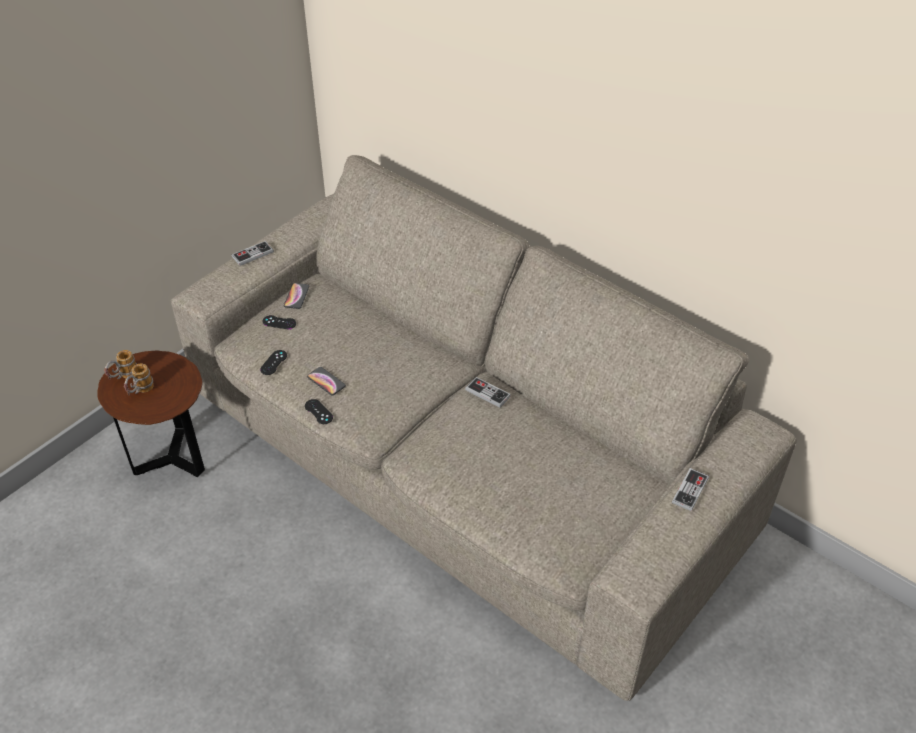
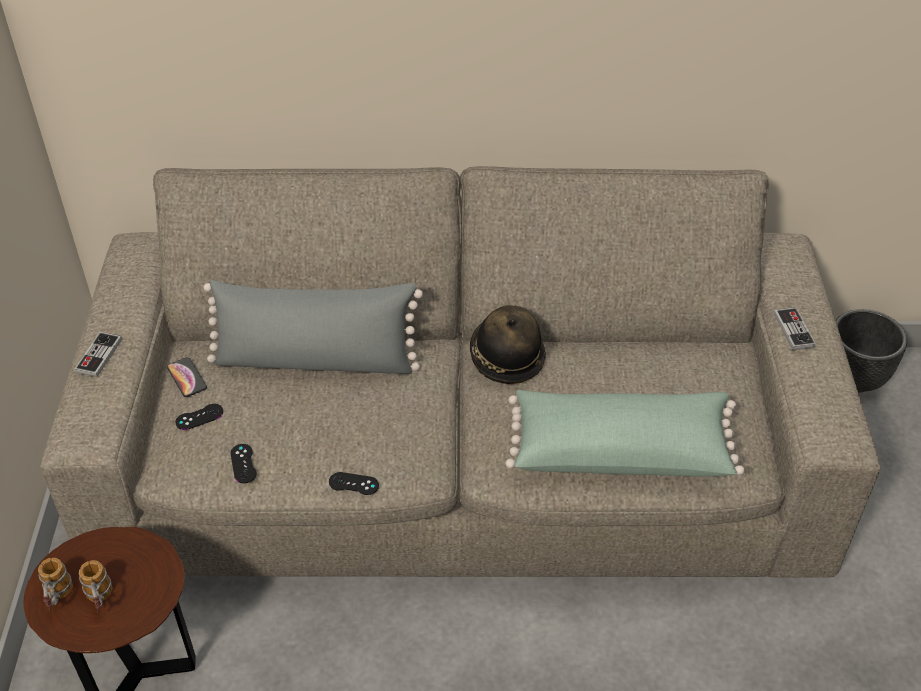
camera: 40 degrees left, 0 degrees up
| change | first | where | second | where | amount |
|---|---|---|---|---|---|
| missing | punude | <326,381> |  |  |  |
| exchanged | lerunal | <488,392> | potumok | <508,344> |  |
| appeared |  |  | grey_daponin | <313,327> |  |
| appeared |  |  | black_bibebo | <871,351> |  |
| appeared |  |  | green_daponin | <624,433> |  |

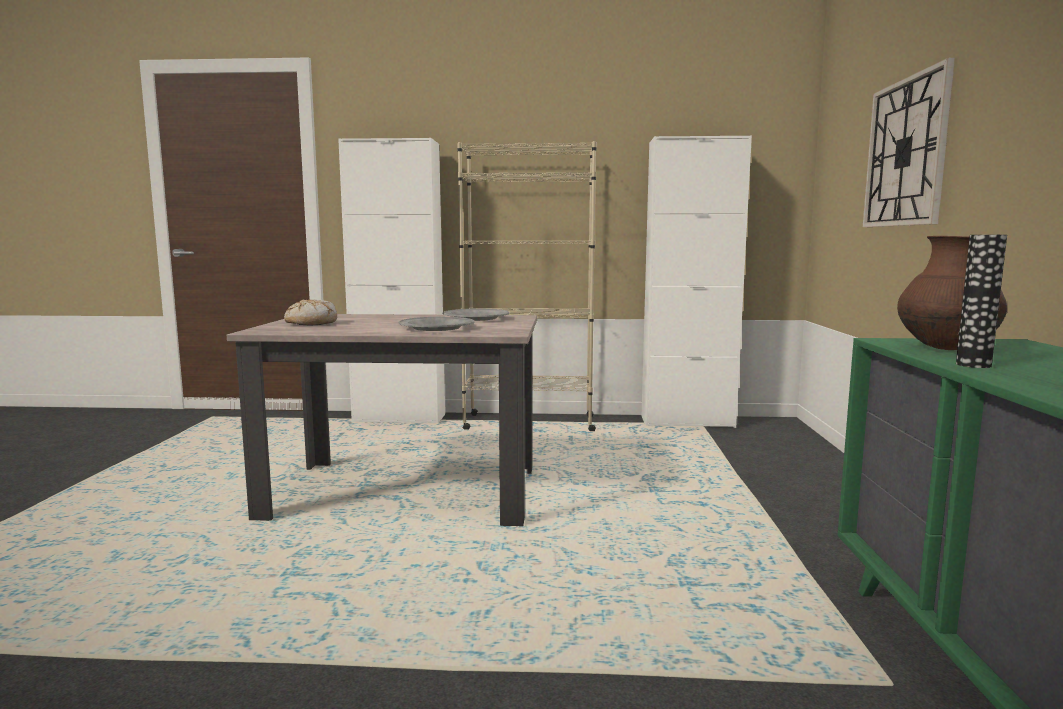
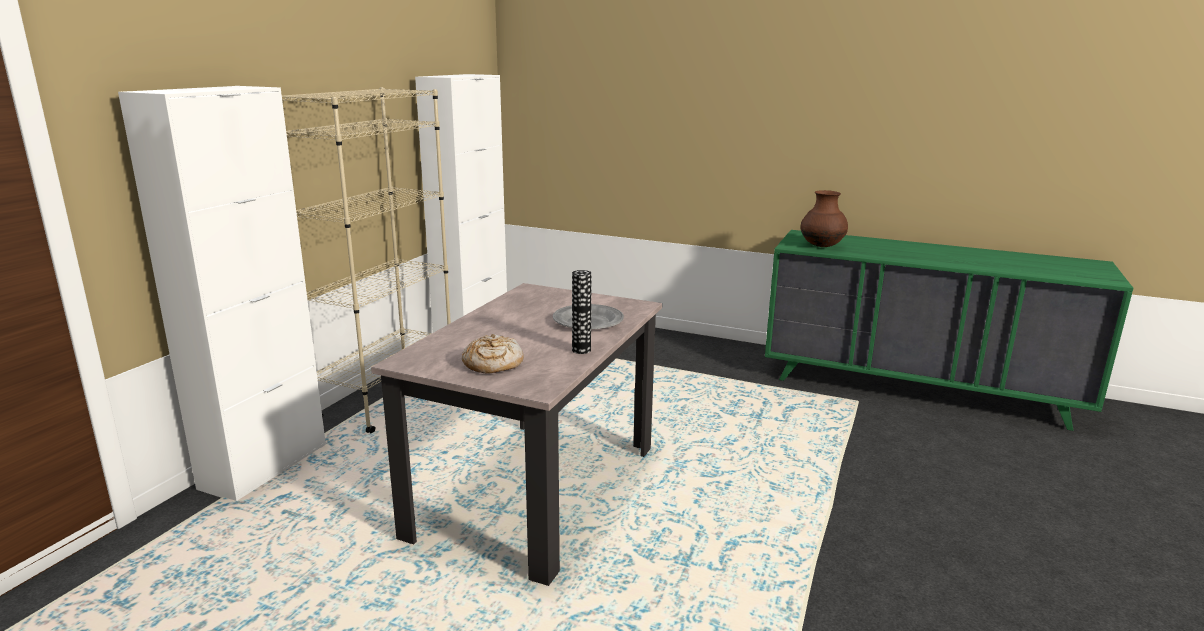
camera: 70 degrees left, 10 degrees up
| change | first | where | second | where | amount |
|---|---|---|---|---|---|
| missing | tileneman | <909,142> |  |  |  |
| relocated | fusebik | <981,301> |  | <582,312> |  |
| missing | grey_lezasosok | <476,315> |  |  |  |

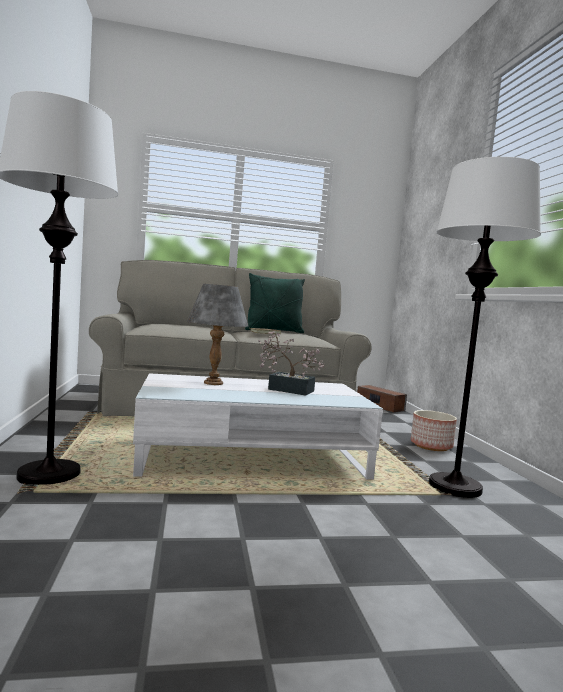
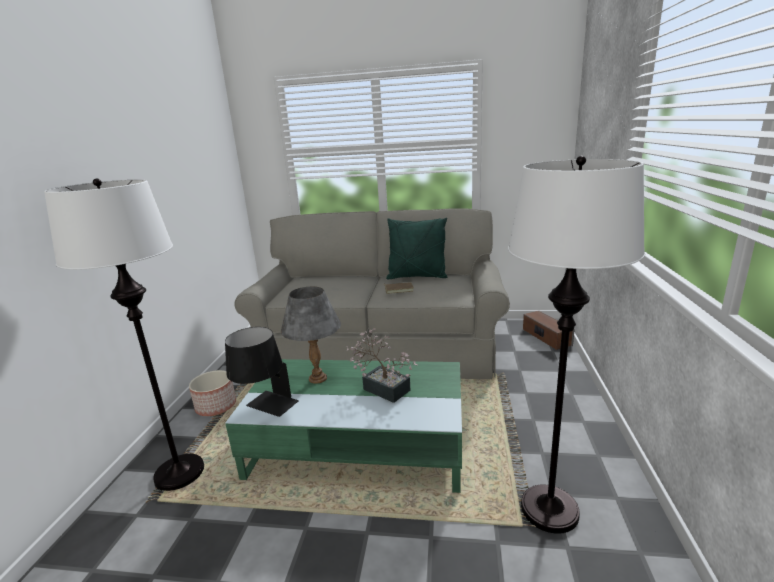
camera: 20 degrees right, 15 degrees up
| change | first | where | second | where | amount |
|---|---|---|---|---|---|
| colour | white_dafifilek | <258,426> | green_dafifilek | <343,426> |  |
| relocated | bibebo | <434,430> |  | <212,393> |  |
| appeared |  |  | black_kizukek | <262,372> |  |

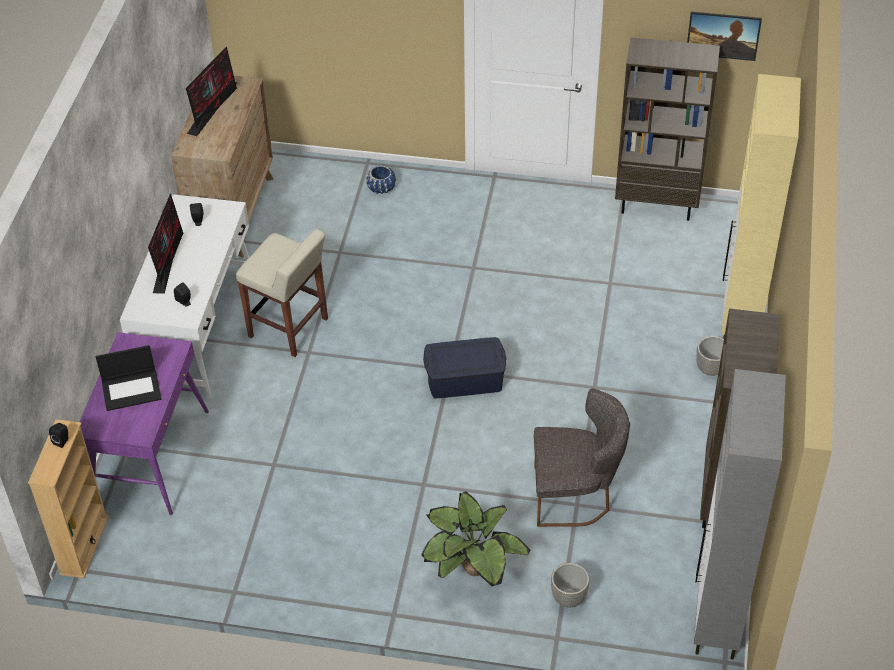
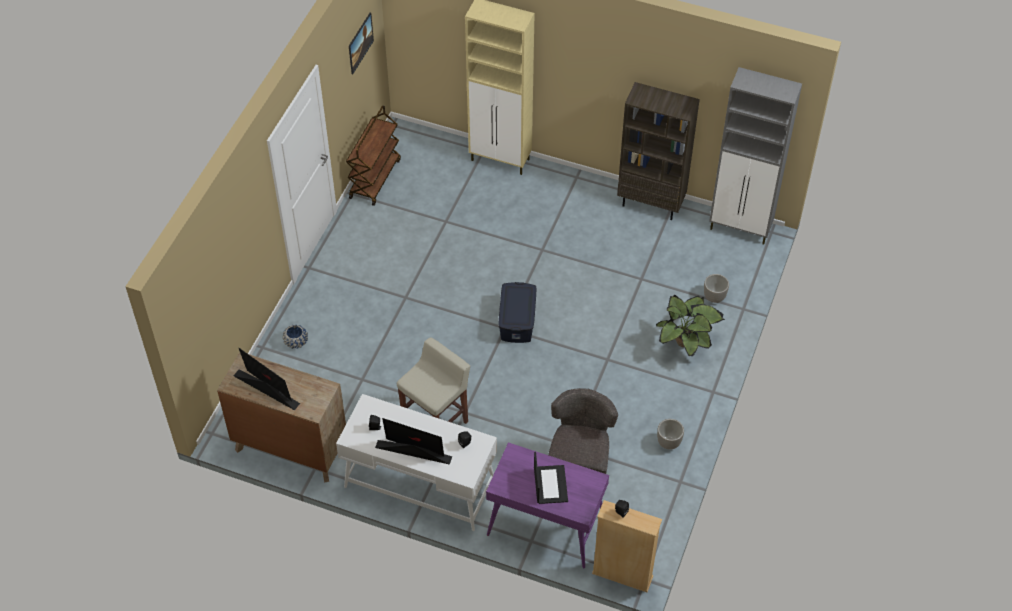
camera: 80 degrees left, 5 degrees up
| change | first | where | second | where | amount |
|---|---|---|---|---|---|
| exchanged | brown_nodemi | <667,129> | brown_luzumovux | <373,156> |  |
| relocated | bibebo | <710,356> |  | <670,434> |  |
| relocated | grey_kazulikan | <582,457> |  | <583,431> |  |

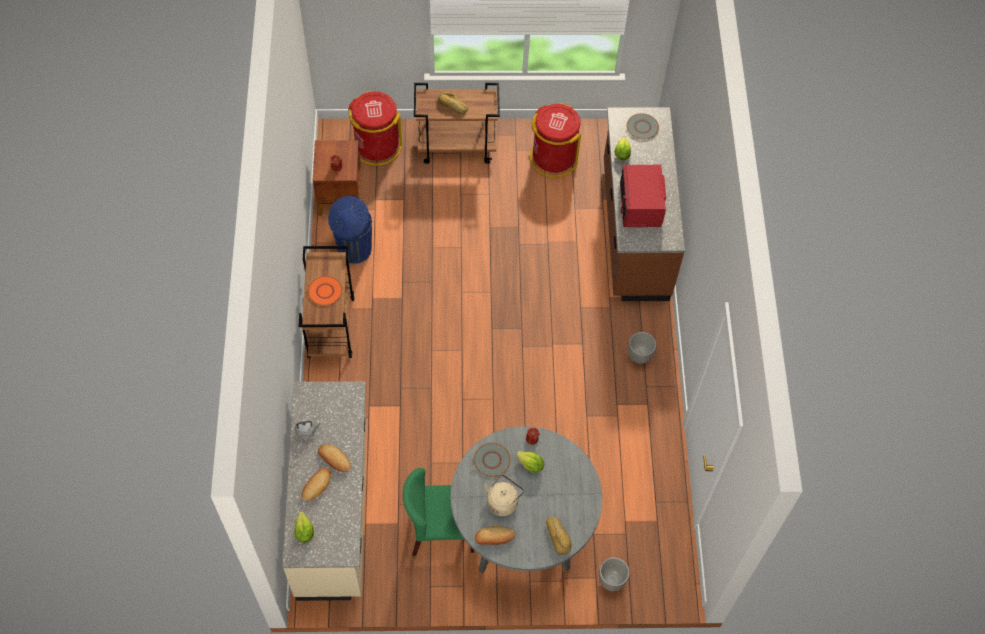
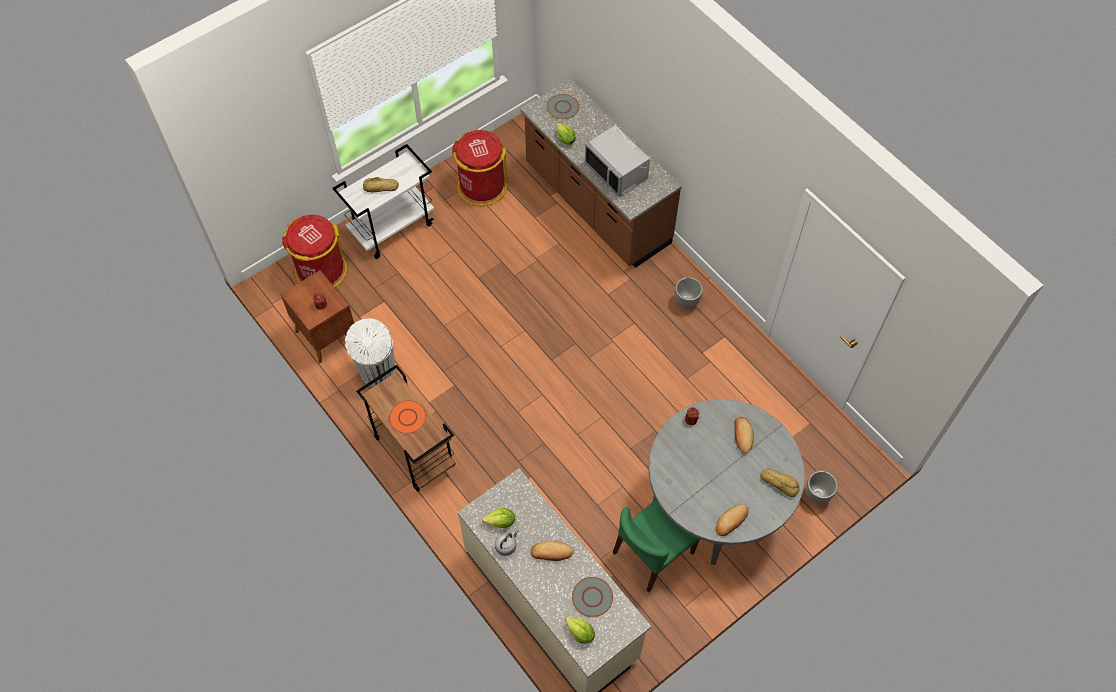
camera: 35 degrees left, 0 degrees up
| change | first | where | second | where | amount |
|---|---|---|---|---|---|
| colour | brown_luzumovux | <457,123> | white_luzumovux | <383,201> |  |
| colour | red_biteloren | <643,196> | grey_biteloren | <617,161> |  |
| colour | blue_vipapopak | <350,230> | white_vipapopak | <370,352> |  |
| relocated | grey_lezasosok | <492,460> |  | <592,597> |  |
| relocated | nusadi | <530,461> |  | <498,518> |  |
| relocated | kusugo | <316,484> |  | <744,435> |  |
| missing | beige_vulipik | <504,495> |  |  |  |

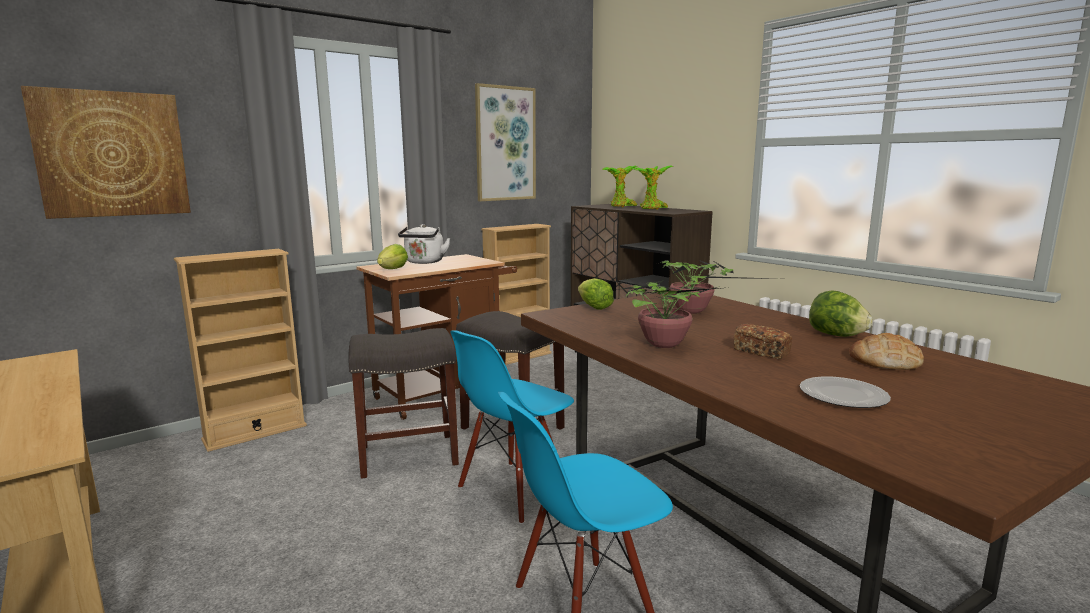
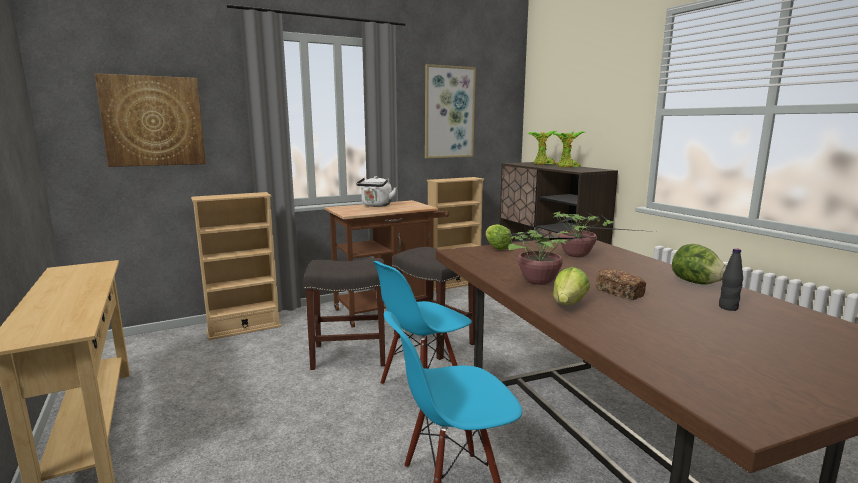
camera: 10 degrees right, 0 degrees up
| change | first | where | second | where | amount |
|---|---|---|---|---|---|
| relocated | nusadi | <392,256> |  | <571,286> |  |
| exchanged | kusugo | <886,351> | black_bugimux | <731,279> |  |
| missing | lezasosok | <845,392> |  |  |  |

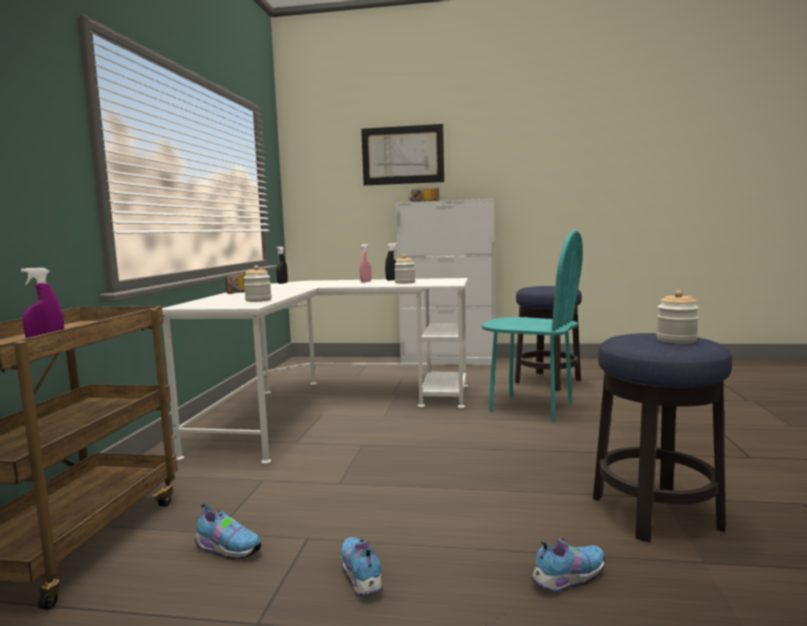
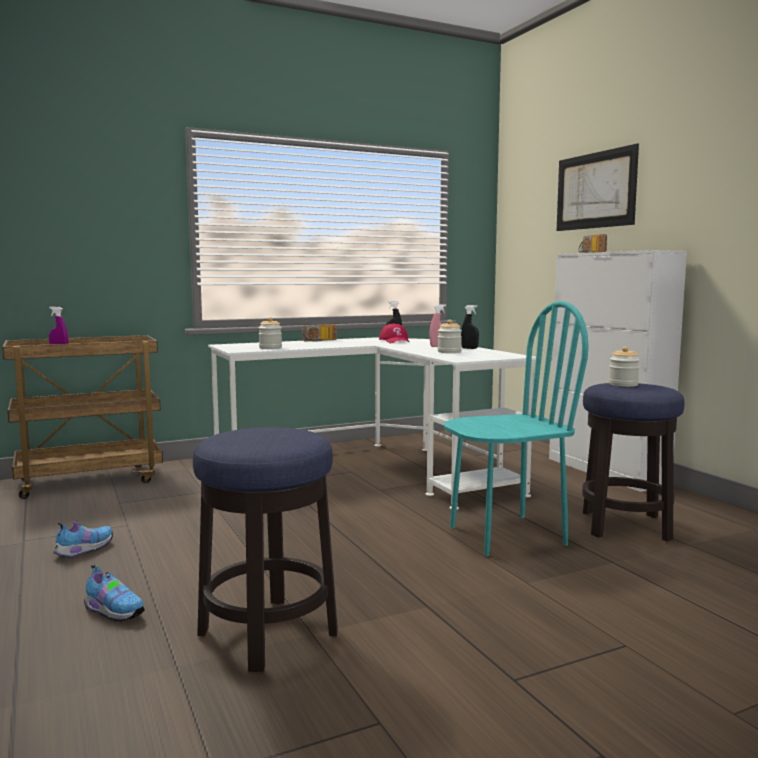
camera: 55 degrees right, 0 degrees up
| change | first | where | second | where | amount |
|---|---|---|---|---|---|
| spun | turquoise_kazulikan | <532,326> |  | <516,428> | 105 degrees counterclockwise |
| relocated | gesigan | <678,316> |  | <624,366> |  |
| missing | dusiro | <228,531> |  |  |  |
| appeared |  |  | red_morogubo | <394,333> |  |

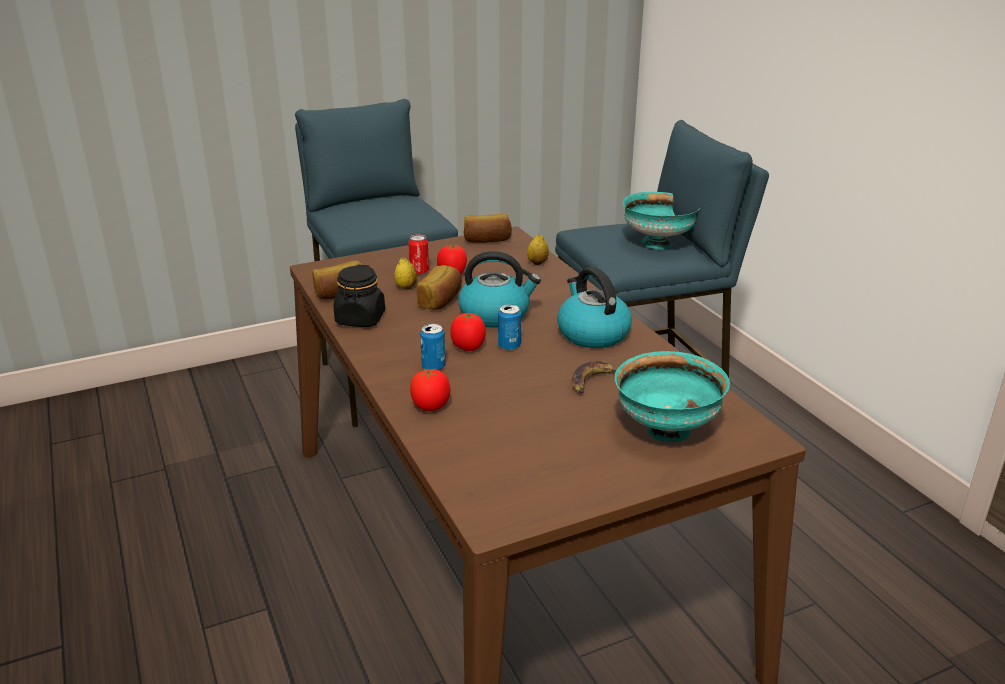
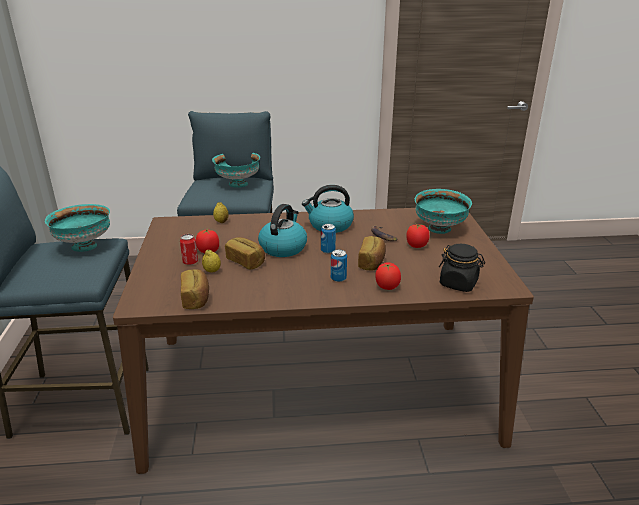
camera: 70 degrees left, 0 degrees up
| change | first | where | second | where | amount |
|---|---|---|---|---|---|
| relocated | kusugo | <488,228> |  | <372,253> |  |
| relocated | black_gesigan | <359,296> |  | <462,268> |  |
| relocated | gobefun | <468,332> |  | <417,236> |  |
| appeared |  |  | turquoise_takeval | <77,228> |  |

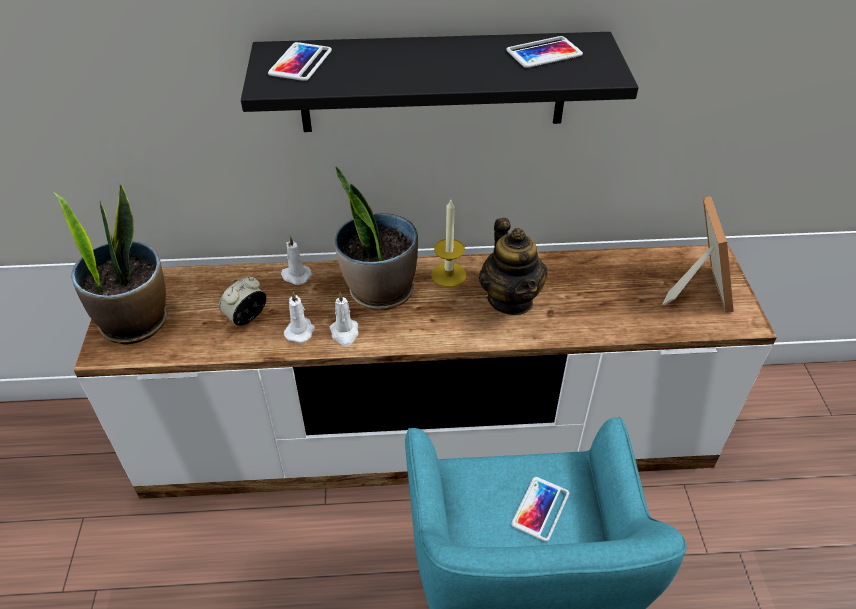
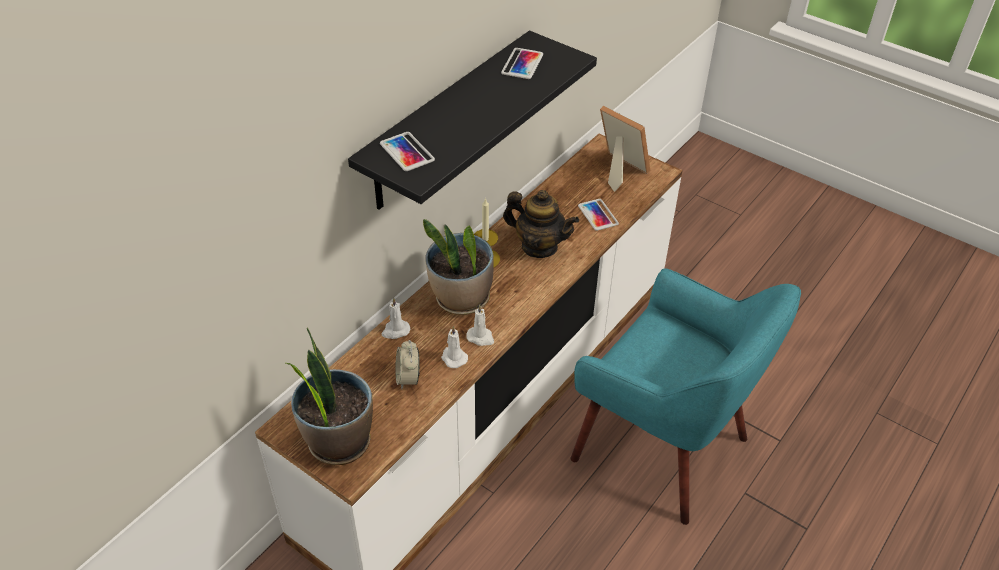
camera: 50 degrees left, 0 degrees up
| change | first | where | second | where | amount |
|---|---|---|---|---|---|
| relocated | punude | <540,509> |  | <598,215> |  |

